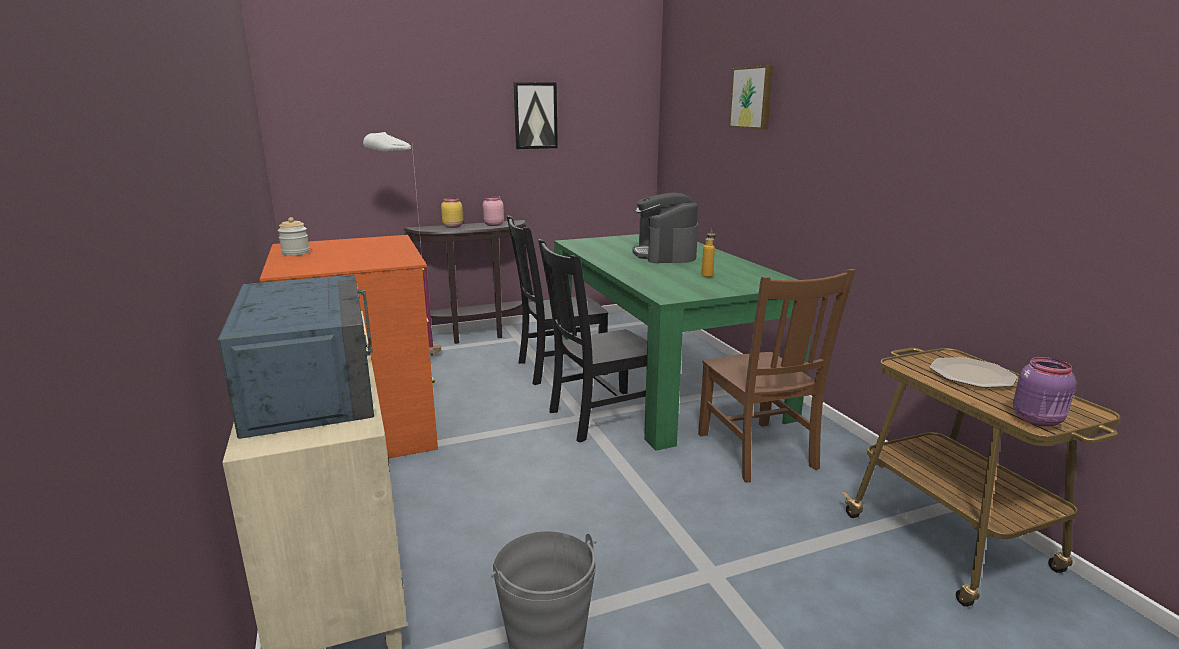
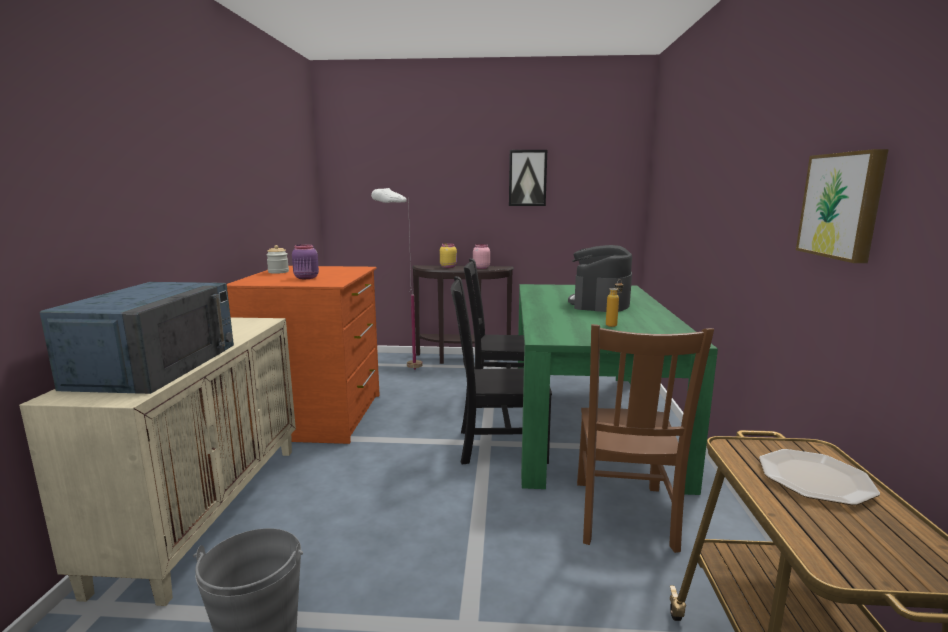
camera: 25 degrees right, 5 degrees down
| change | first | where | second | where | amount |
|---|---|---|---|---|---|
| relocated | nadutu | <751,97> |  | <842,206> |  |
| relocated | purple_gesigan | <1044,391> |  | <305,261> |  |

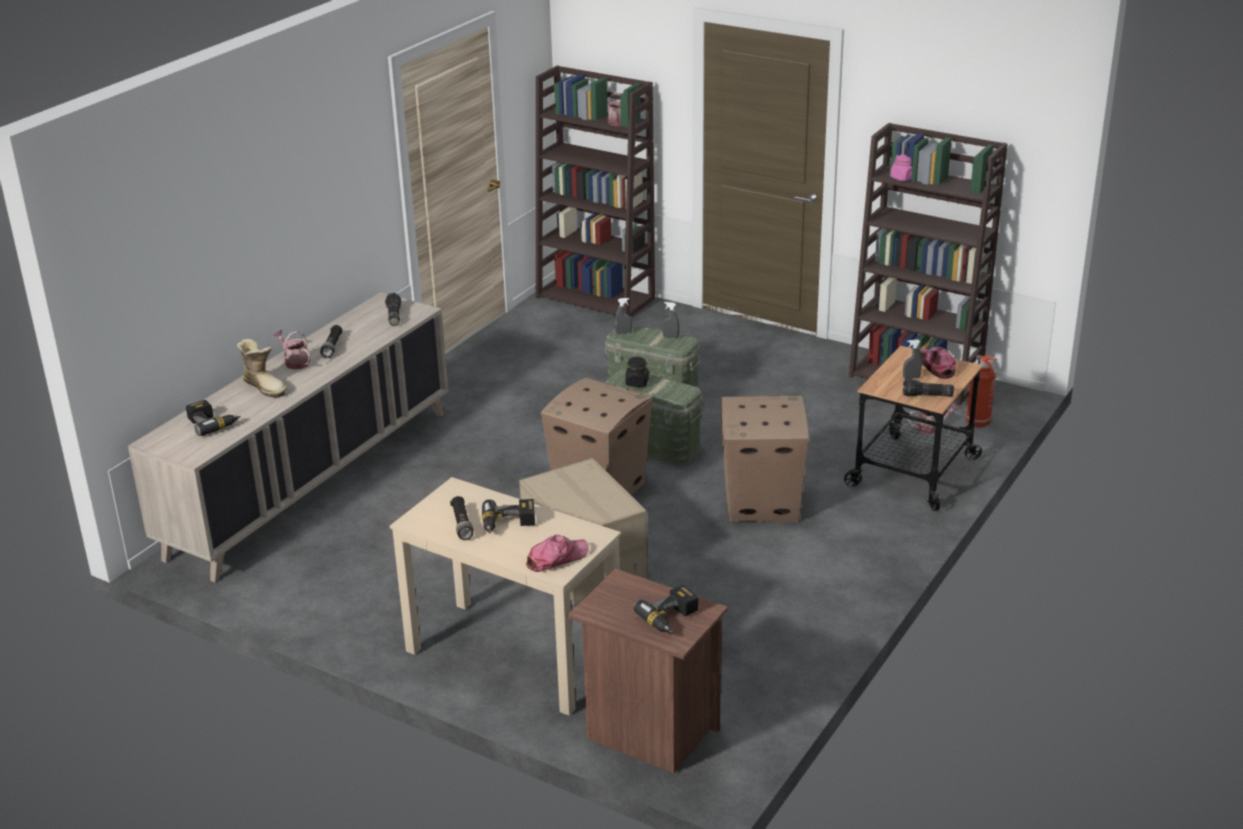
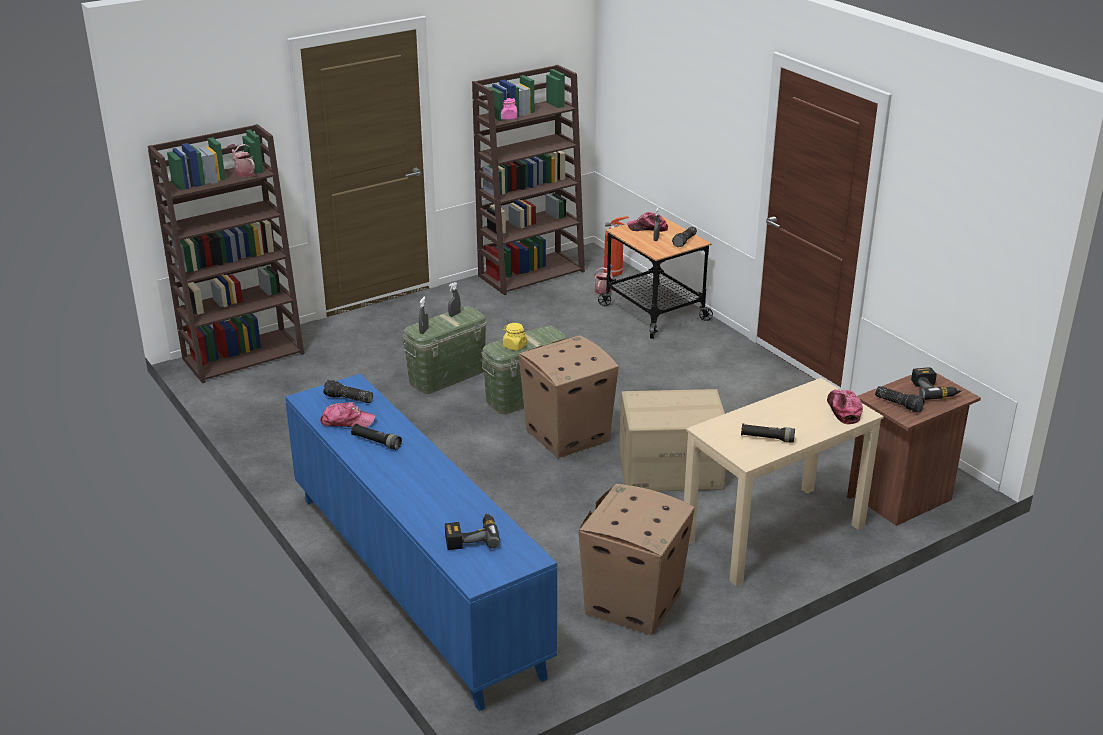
camera: 65 degrees left, 0 degrees up
| change | first | where | second | where | amount |
|---|---|---|---|---|---|
| colour | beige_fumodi | <288,437> | blue_fumodi | <421,542> |  |
| missing | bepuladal | <292,350> |  |  |  |
| missing | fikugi | <262,368> |  |  |  |
| colour | black_gesigan | <637,372> | yellow_gesigan | <515,337> |  |
| relocated | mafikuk | <765,458> |  | <637,560> |  |
| missing | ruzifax | <508,516> |  |  |  |
| appeared |  |  | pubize | <900,399> |  |
| appeared |  |  | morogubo | <348,415> |  |

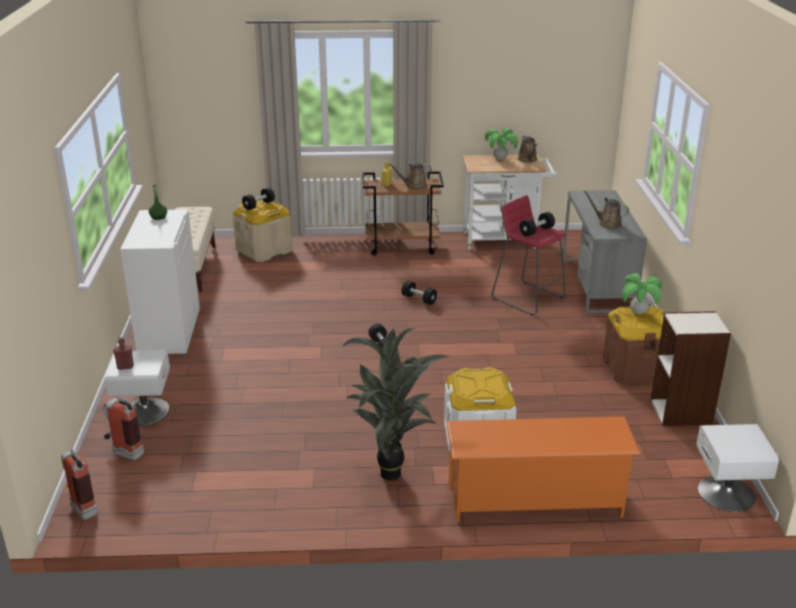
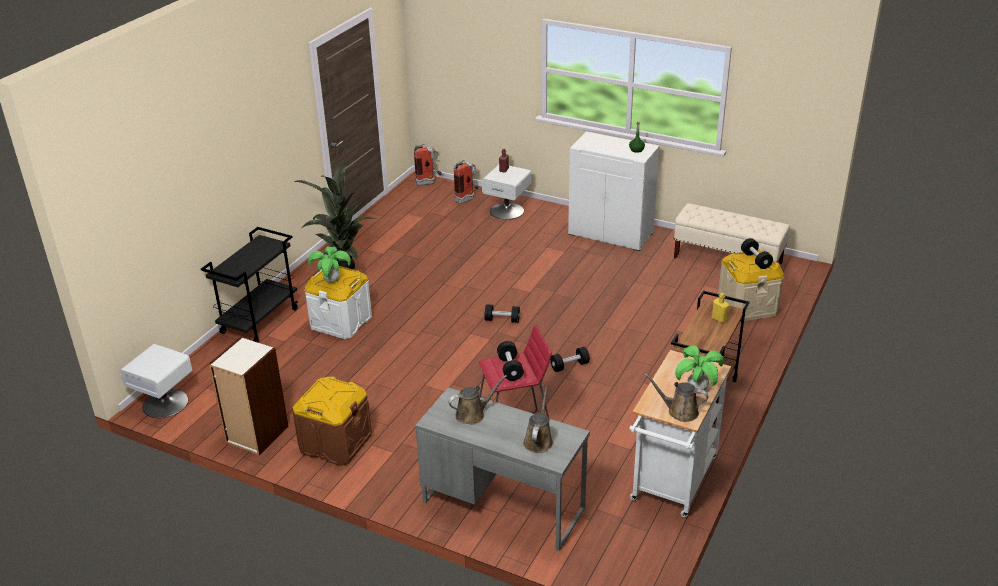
camera: 120 degrees right, 5 degrees up
| change | first | where | second | where | amount |
|---|---|---|---|---|---|
| relocated | brown_bepuladal | <410,176> |  | <538,420> |  |
| relocated | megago | <642,293> |  | <329,265> |  |
| exchanged | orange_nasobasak | <544,469> | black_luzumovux | <249,285> |  |

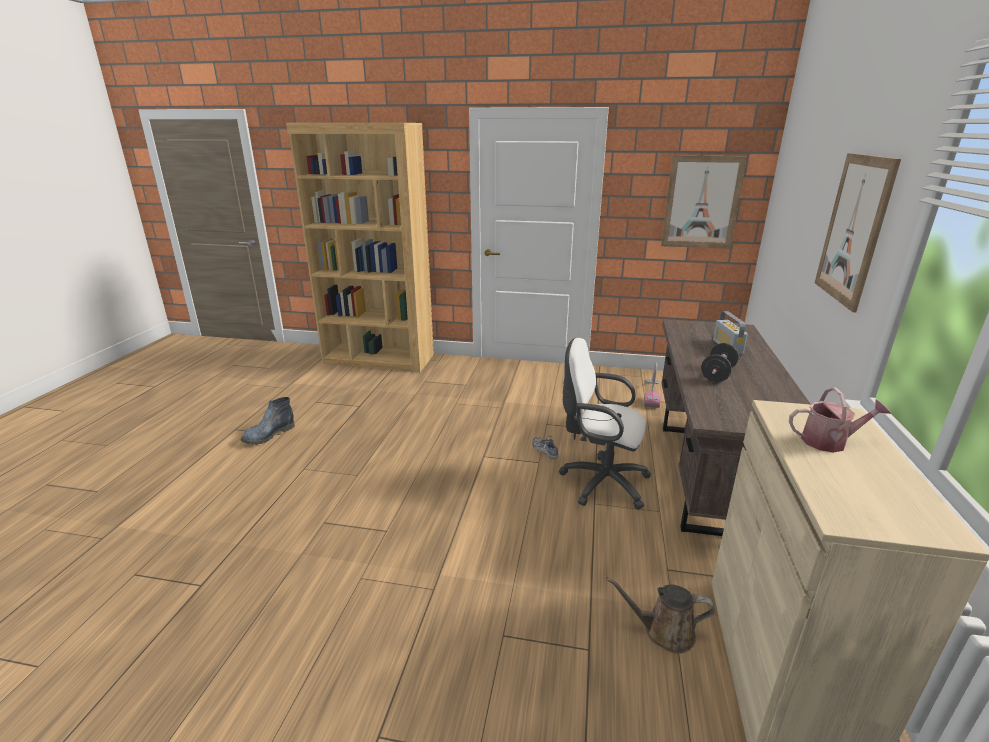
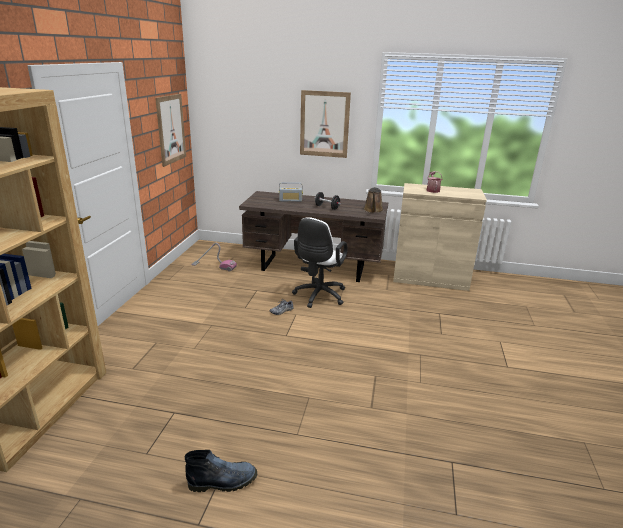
camera: 90 degrees left, 0 degrees up
| change | first | where | second | where | amount |
|---|---|---|---|---|---|
| spun | fikugi | <268,421> |  | <221,471> | 45 degrees counterclockwise |
| relocated | brown_bepuladal | <660,615> |  | <373,200> |  |

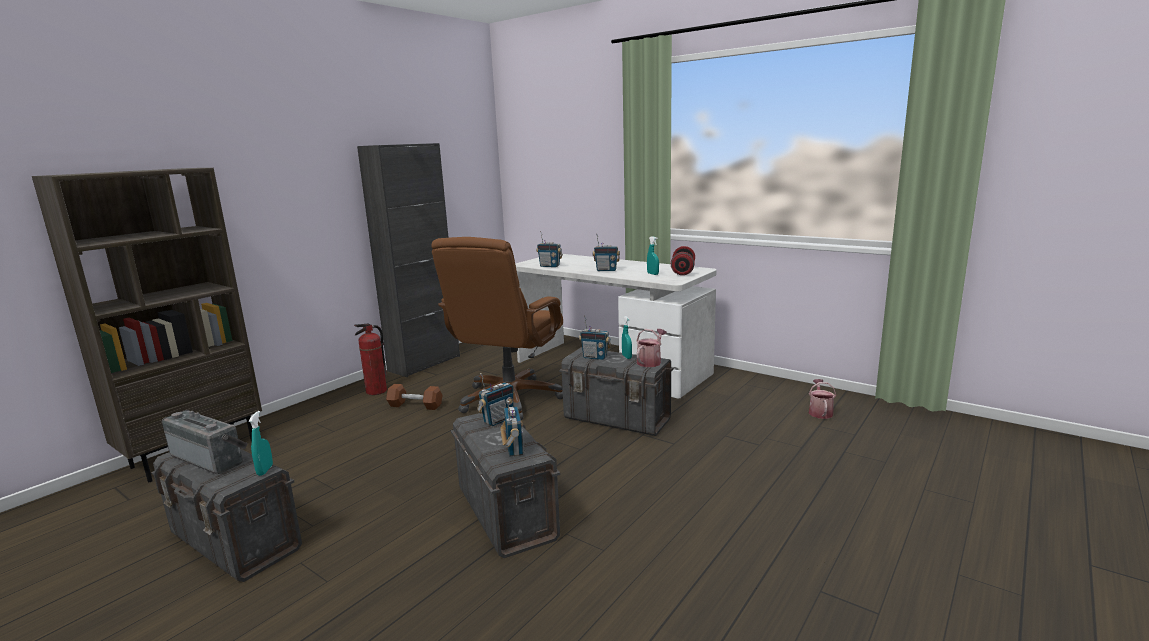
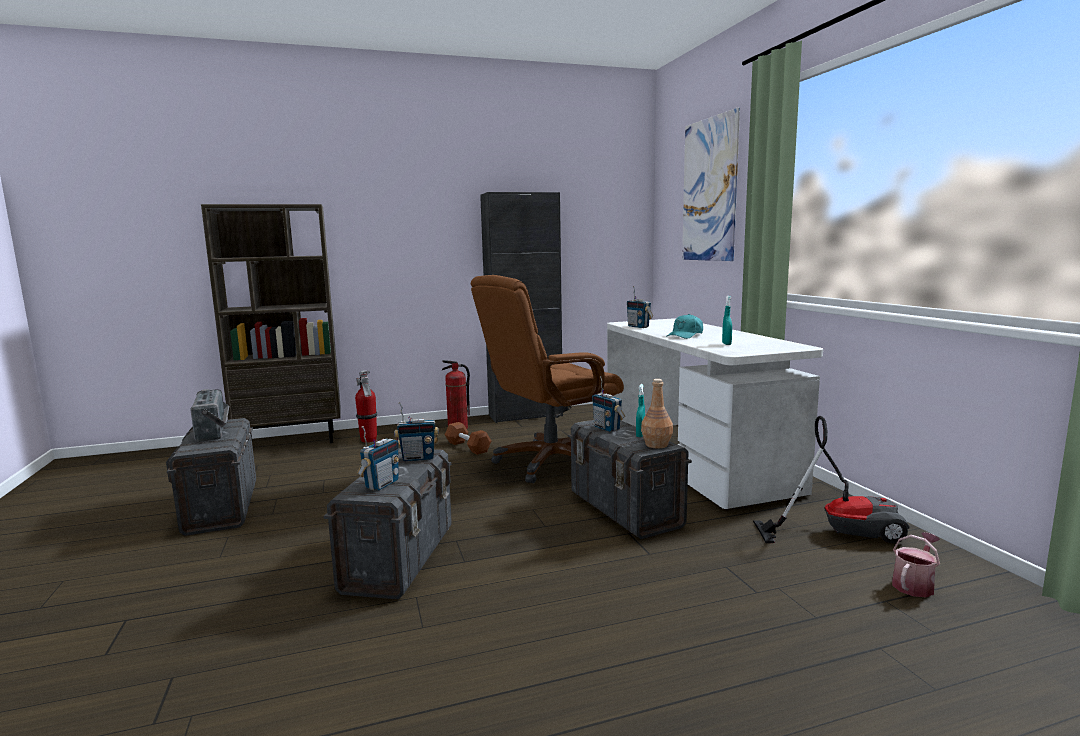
camera: 35 degrees right, 5 degrees down
| change | first | where | second | where | amount |
|---|---|---|---|---|---|
| exchanged | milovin | <606,252> | turquoise_morogubo | <684,326> |  |
| missing | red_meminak | <683,260> |  |  |  |
| exchanged | bepuladal | <651,348> | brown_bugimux | <657,413> |  |
| missing | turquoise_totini | <261,443> |  |  |  |
| appeared |  |  | nadutu | <711,184> |  |
| appeared |  |  | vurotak | <366,406> |  |
| appeared |  |  | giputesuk | <831,480> |  |

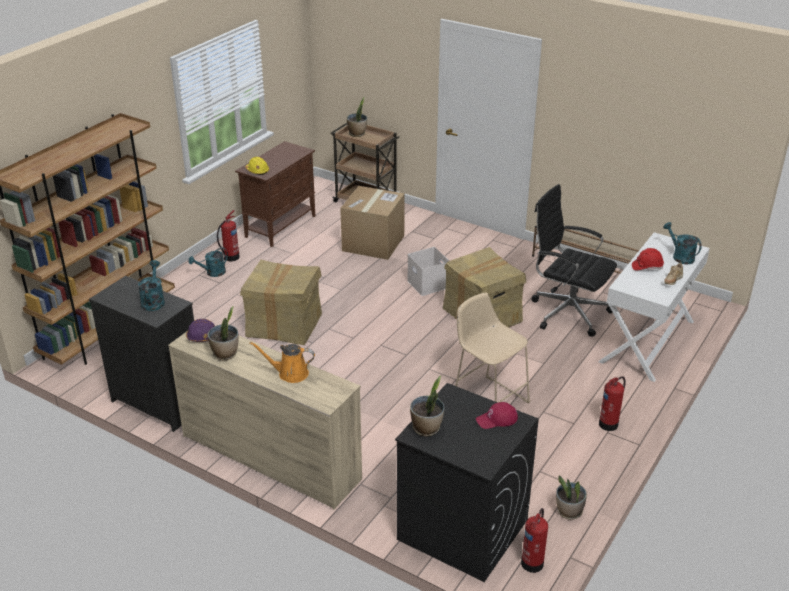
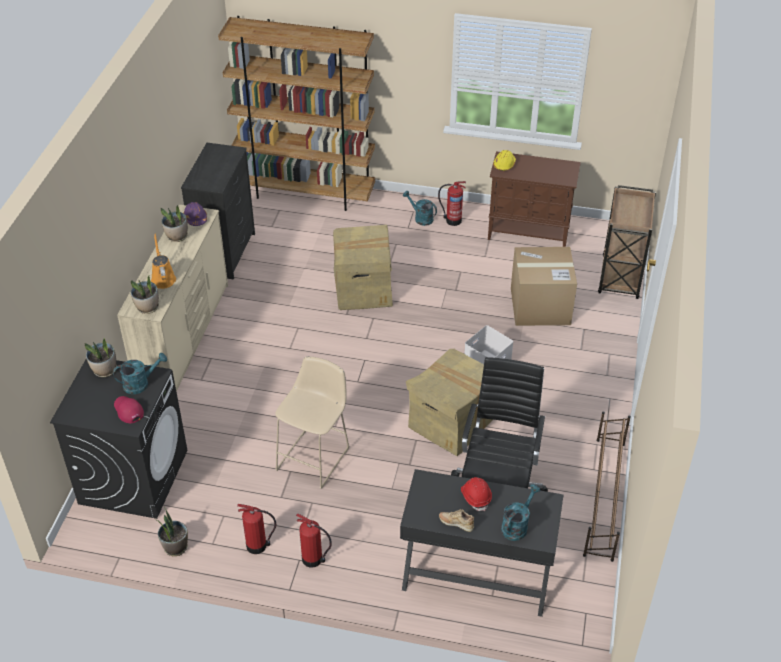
camera: 70 degrees right, 10 degrees up
| change | first | where | second | where | amount |
|---|---|---|---|---|---|
| relocated | megago | <357,117> |  | <144,294> |  |
| colour | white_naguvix | <654,307> | black_naguvix | <481,543> |  |
| relocated | turquoise_bepuladal | <151,285> |  | <140,373> |  |
| relocated | vurotak | <534,540> |  | <256,529> |  |

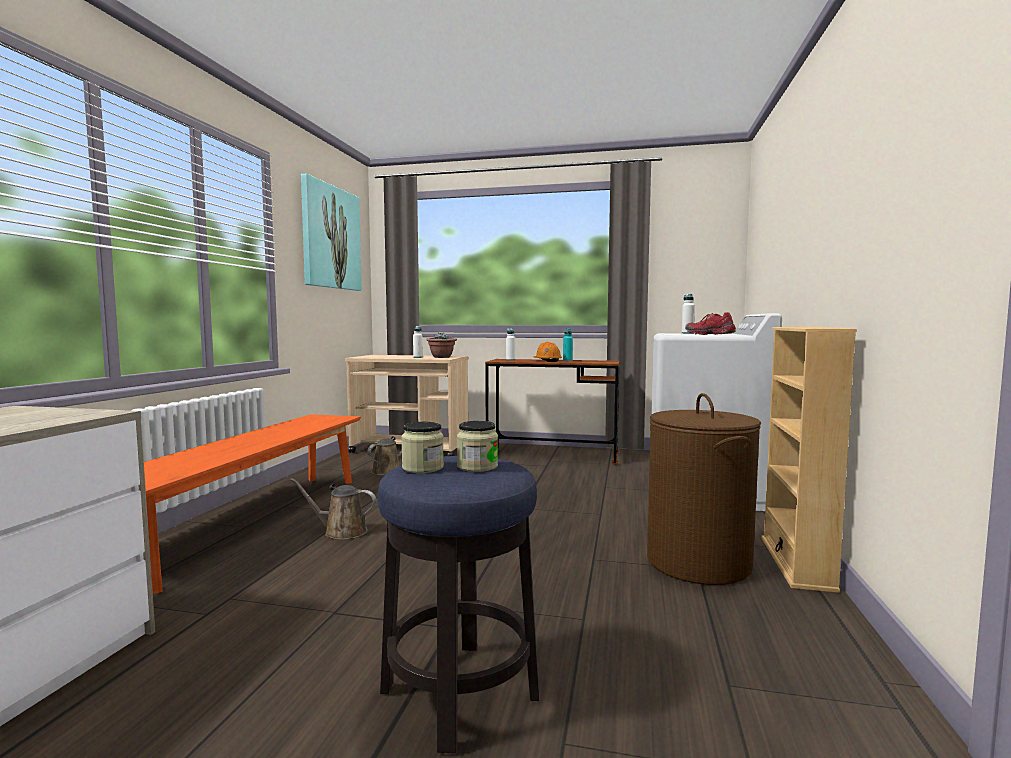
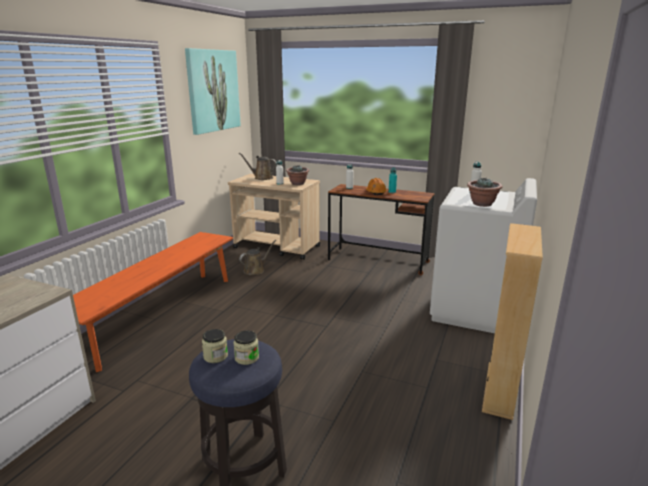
camera: 10 degrees right, 15 degrees up
| change | first | where | second | where | amount |
|---|---|---|---|---|---|
| exchanged | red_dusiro | <710,323> | megago | <484,192> |  |
| missing | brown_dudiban | <704,489> |  |  |  |
| relocated | brown_bepuladal | <333,509> |  | <258,166> |  |

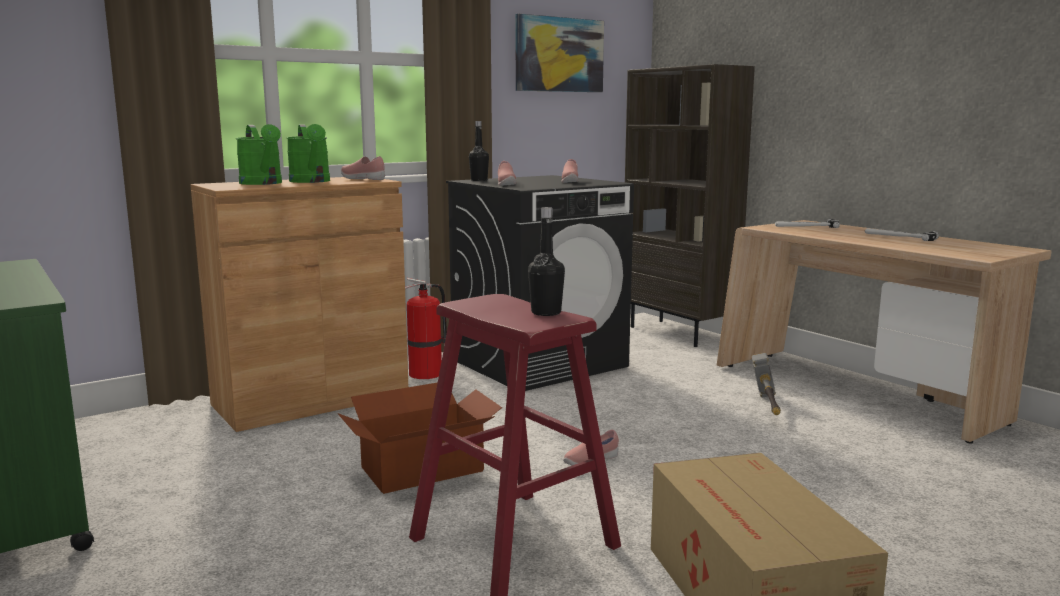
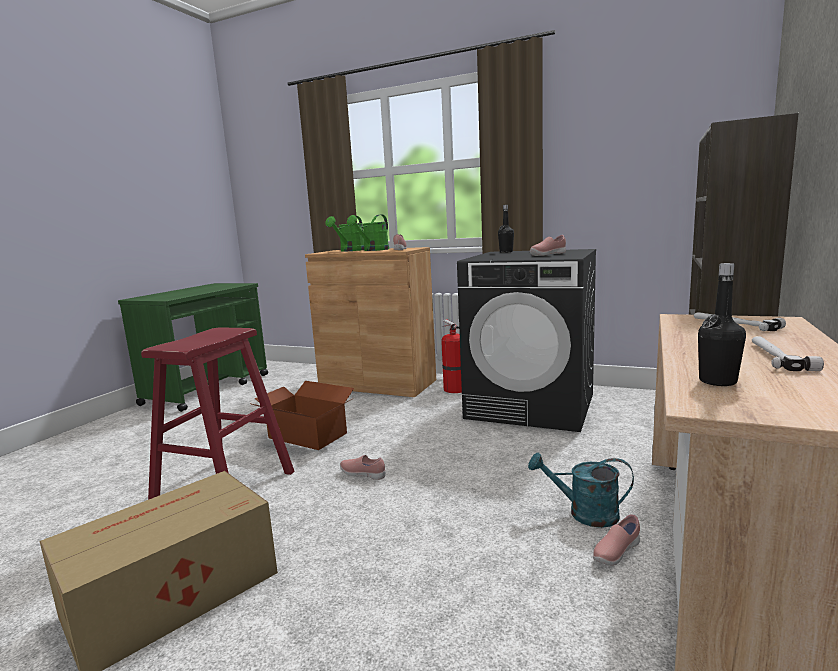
camera: 60 degrees right, 0 degrees up
| change | first | where | second | where | amount |
|---|---|---|---|---|---|
| missing | nadutu | <559,53> |  |  |  |
| relocated | pink_dusiro | <507,173> |  | <616,540> |  |
| relocated | black_bugimux | <546,261> |  | <722,324> |  |
| exchanged | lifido | <766,384> | turquoise_bepuladal | <581,490> |  |

